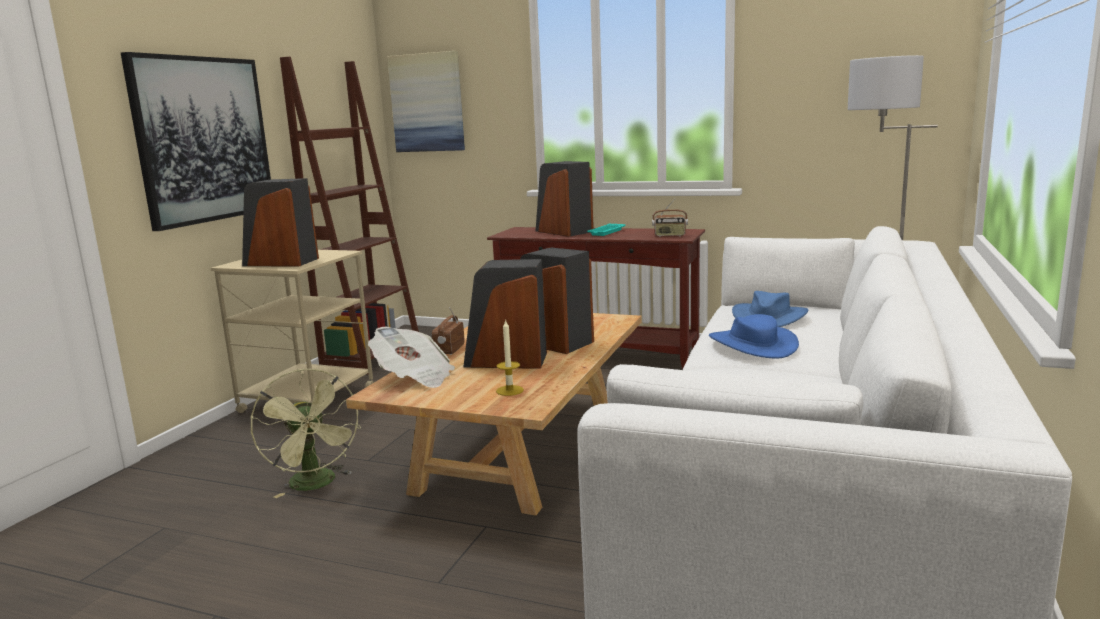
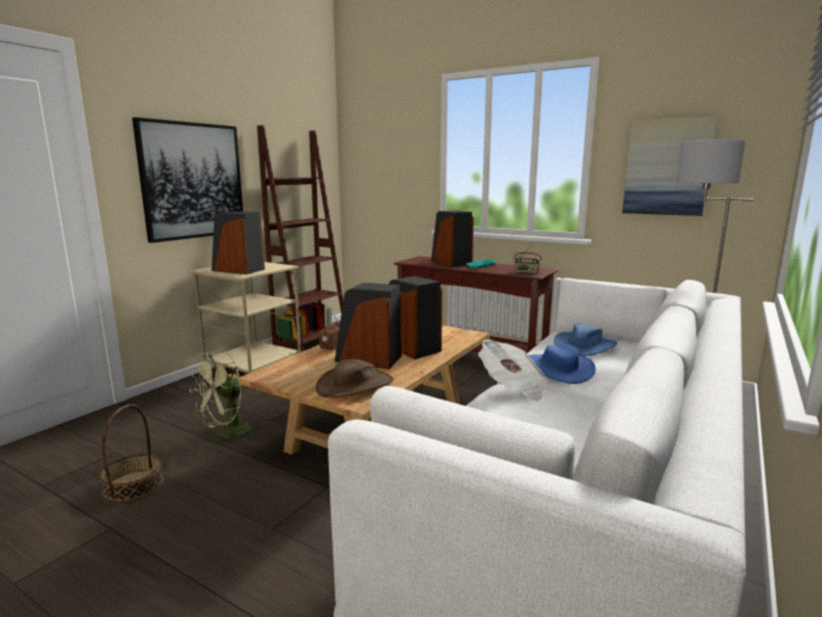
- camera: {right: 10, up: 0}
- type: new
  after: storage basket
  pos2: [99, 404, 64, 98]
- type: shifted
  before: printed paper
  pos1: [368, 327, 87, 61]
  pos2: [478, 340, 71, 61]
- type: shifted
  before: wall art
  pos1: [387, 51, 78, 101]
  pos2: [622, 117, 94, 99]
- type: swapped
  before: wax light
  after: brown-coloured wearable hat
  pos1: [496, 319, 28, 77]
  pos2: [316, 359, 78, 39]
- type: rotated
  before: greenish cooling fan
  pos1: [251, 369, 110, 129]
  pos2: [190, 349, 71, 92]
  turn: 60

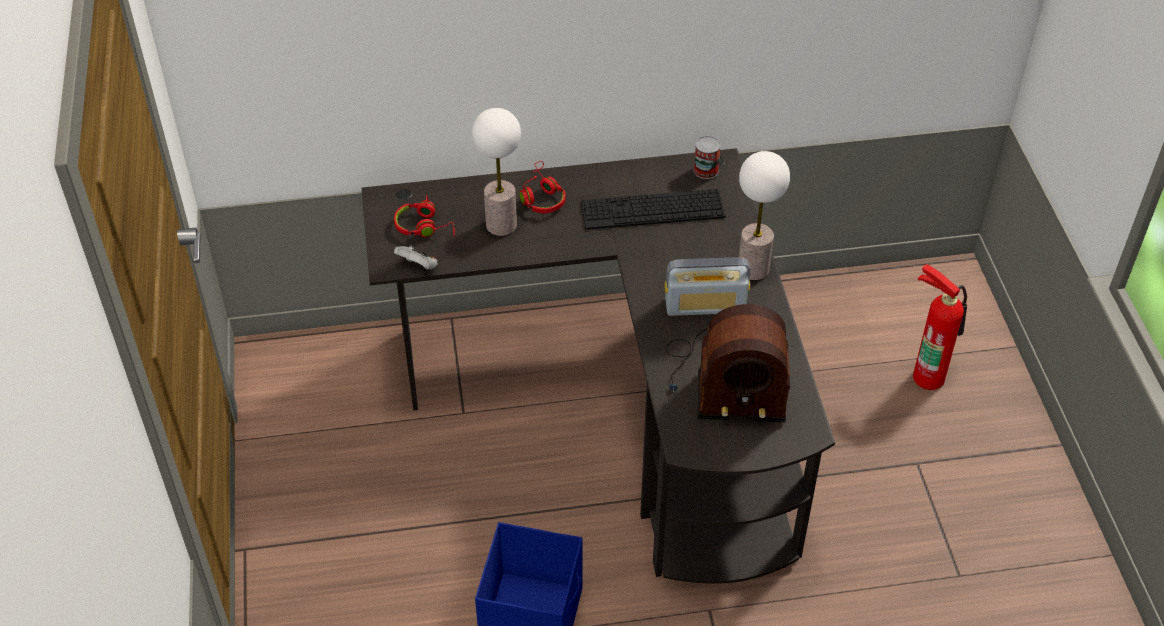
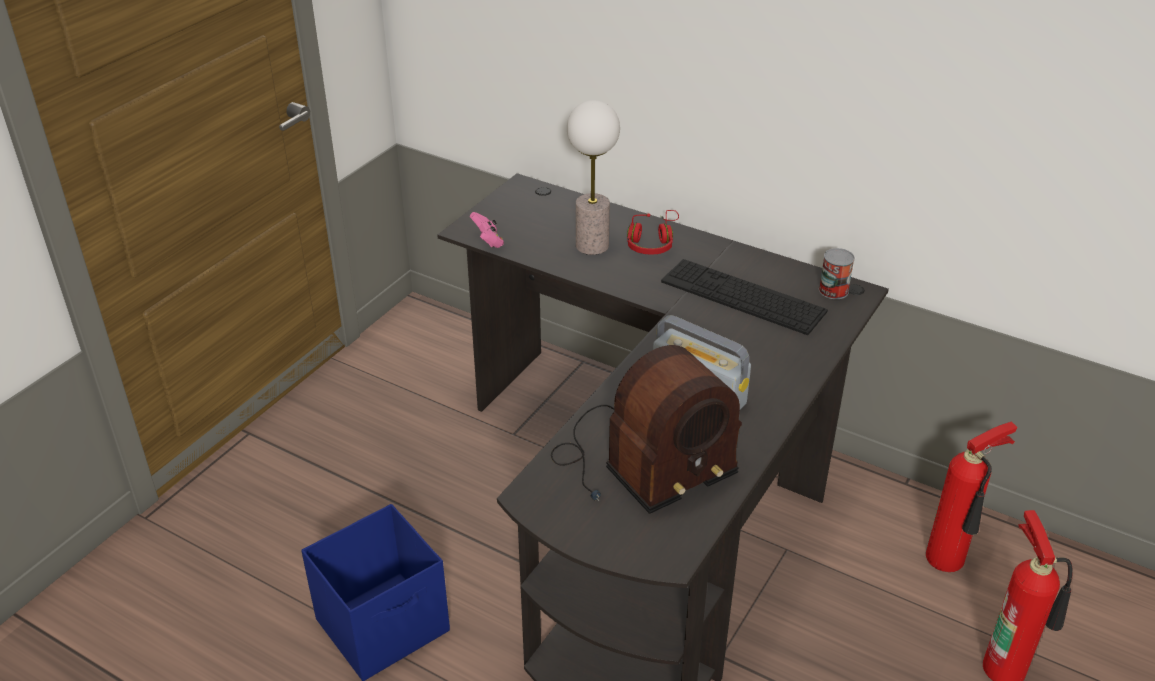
- camera: {right: 40, up: -10}
- type: gone
  before: red-coloured pair of headphones
  pos1: [394, 195, 61, 42]
- type: gone
  before: lamp for a table
  pos1: [738, 151, 52, 129]
- type: new
  after: fire extinguisher
  pos2: [926, 422, 92, 150]
- type: repainted
  before: whitish gamepad
  after: pinkish gamepad
  pos1: [394, 245, 44, 25]
  pos2: [470, 212, 34, 36]
- type: rotated
  before: radio receiver
  pos1: [666, 304, 124, 118]
  pos2: [551, 345, 191, 169]
  turn: -75

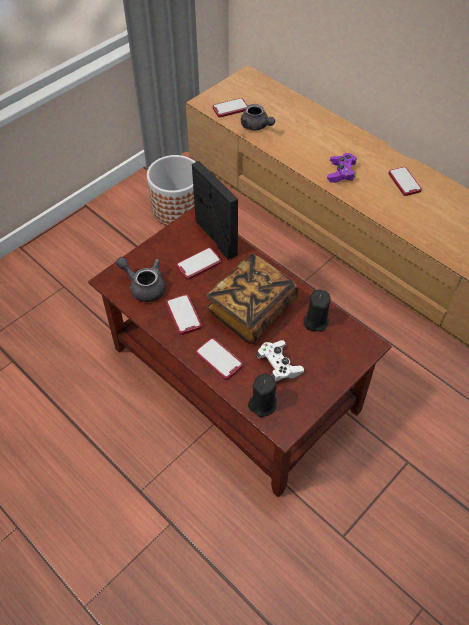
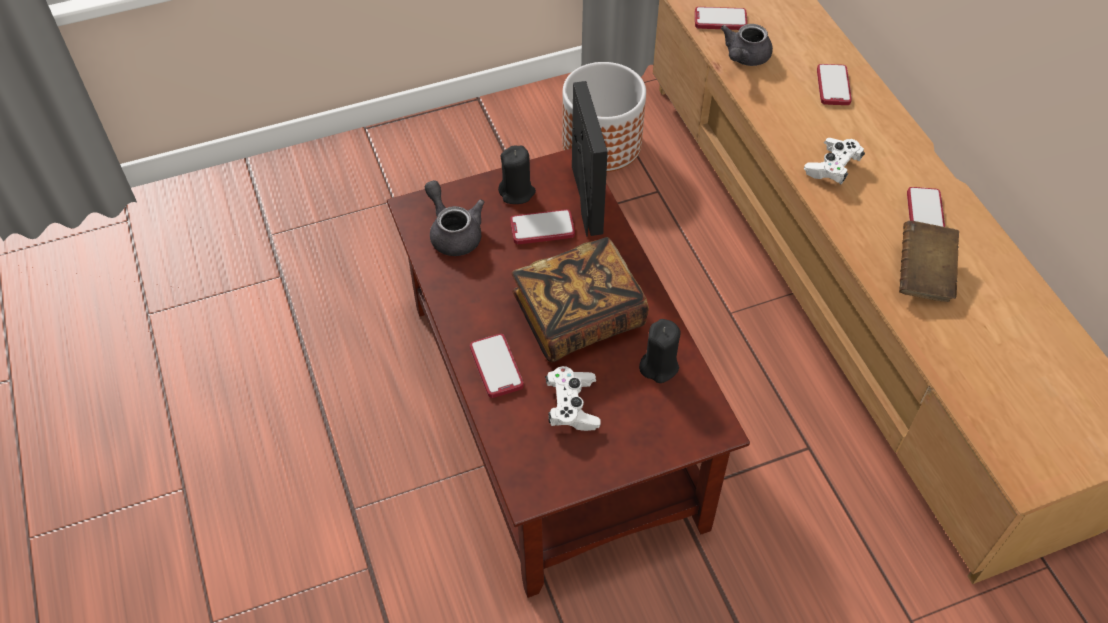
- camera: {right: 25, up: 0}
- type: new
  after: brown-coloured volume
  pos2: [899, 221, 60, 81]
- type: shifted
  before: phone
  pos1: [166, 294, 36, 41]
  pos2: [817, 64, 35, 41]
- type: shifted
  before: black wax light
  pos1: [248, 373, 29, 44]
  pos2: [498, 145, 38, 59]
- type: repainted
  before: purplish gamepad
  after: whitish gamepad
  pos1: [327, 153, 30, 30]
  pos2: [804, 138, 61, 46]
- type: rotated
  before: grey pot for tea
  pos1: [241, 104, 34, 27]
  pos2: [721, 24, 52, 42]
  turn: 45

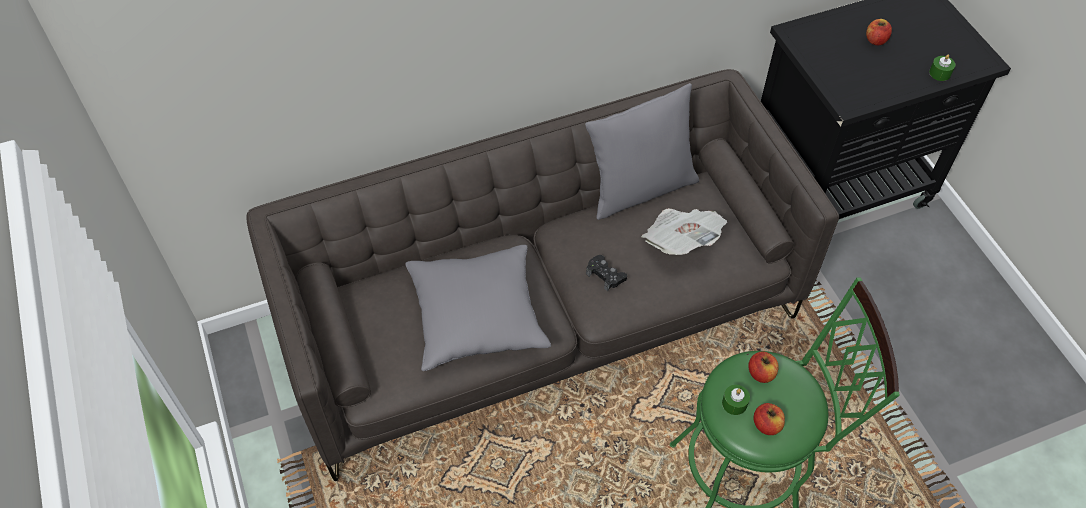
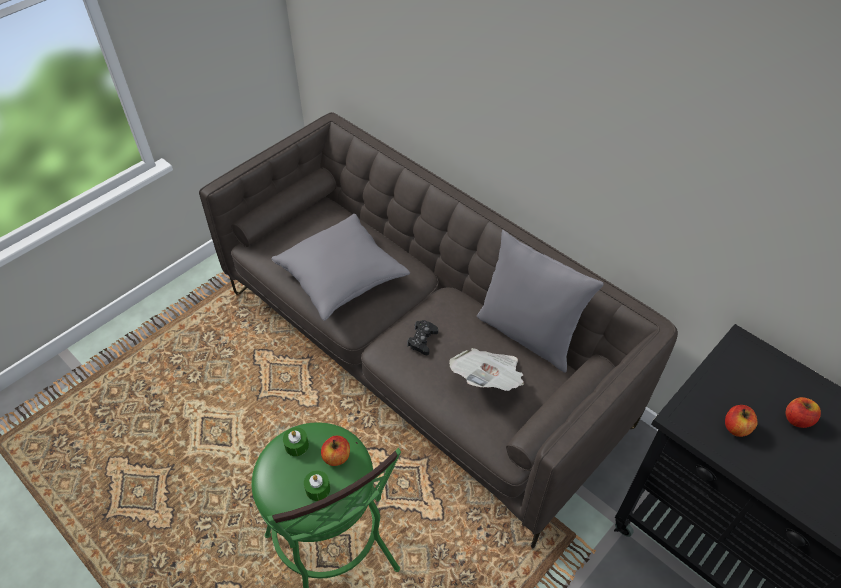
- camera: {right: 65, up: -5}
- type: shifted
  before: apple
  pos1: [753, 403, 32, 32]
  pos2: [725, 405, 33, 32]
- type: shifted
  before: greenish wax light
  pos1: [929, 55, 26, 26]
  pos2: [304, 471, 26, 30]

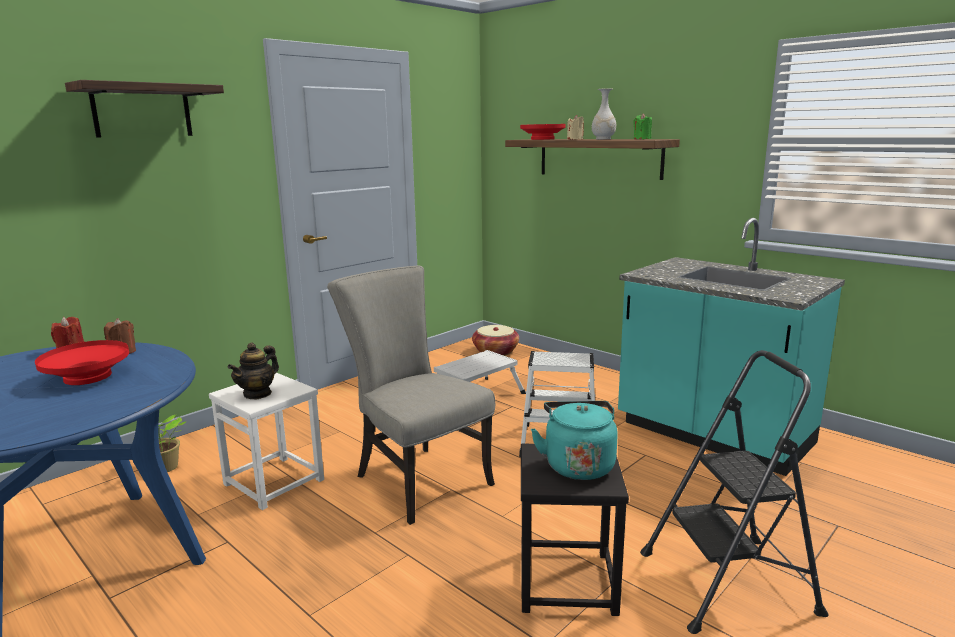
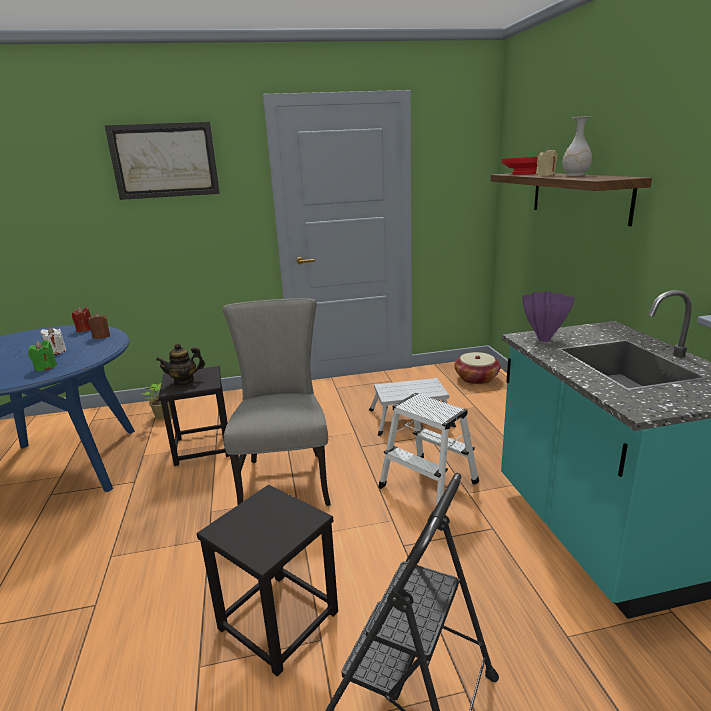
- camera: {right: 35, up: 5}
- type: gone
  before: blue-green water kettle
  pos1: [531, 401, 87, 79]
- type: new
  after: purplish flower vase
  pos2: [522, 291, 53, 51]
- type: shifted
  before: greenish wax light
  pos1: [633, 113, 19, 26]
  pos2: [28, 340, 29, 31]
- type: swapped
  before: red-coloured serving bowl
  after: whitish wax light
  pos1: [35, 340, 94, 45]
  pos2: [41, 327, 25, 28]
- type: swapped
  before: wall shelf
  after: wall art
  pos1: [65, 80, 159, 57]
  pos2: [105, 122, 115, 78]
- type: repainted
  before: whitish stool
  after: black stool
  pos1: [209, 373, 115, 137]
  pos2: [159, 366, 71, 100]

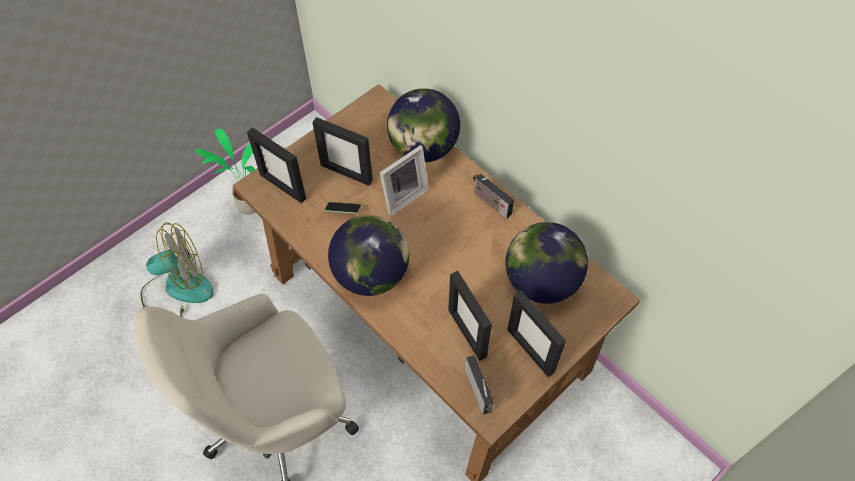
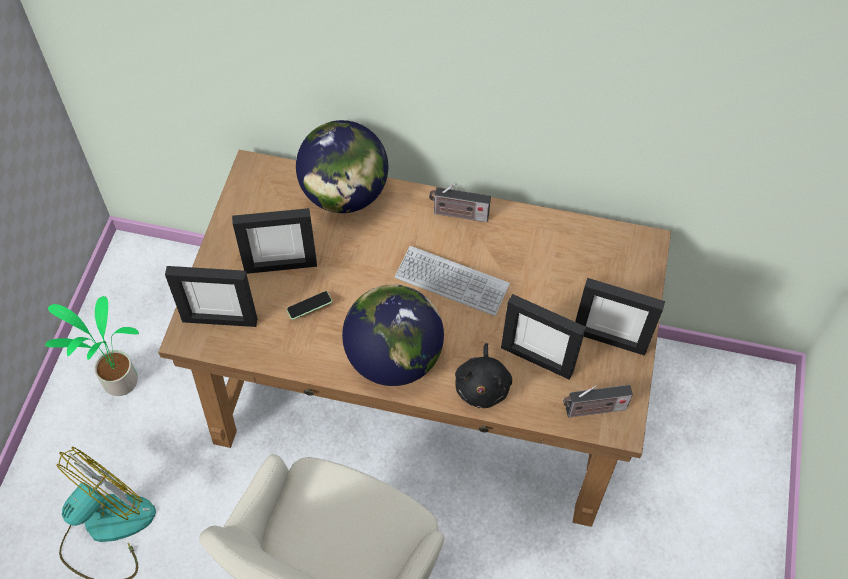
- camera: {right: -35, up: 0}
- type: gone
  before: photo frame
  pos1: [380, 145, 49, 71]
- type: gone
  before: world globe
  pos1: [505, 222, 83, 82]
- type: new
  after: keyboard
  pos2: [395, 246, 115, 70]
- type: new
  after: black cuddly toy
  pos2: [455, 343, 57, 65]
- type: rotated
  before: radio receiver
  pos1: [465, 355, 29, 60]
  pos2: [563, 385, 70, 33]
  turn: 135

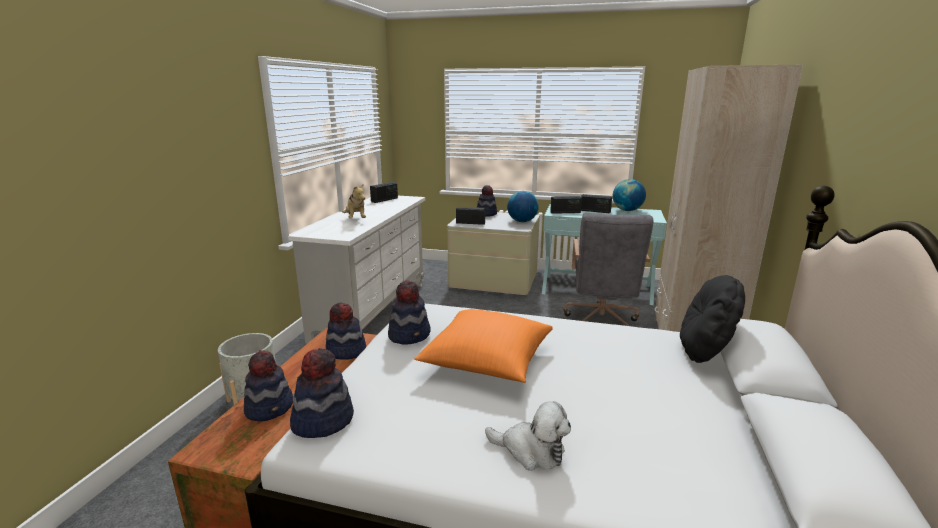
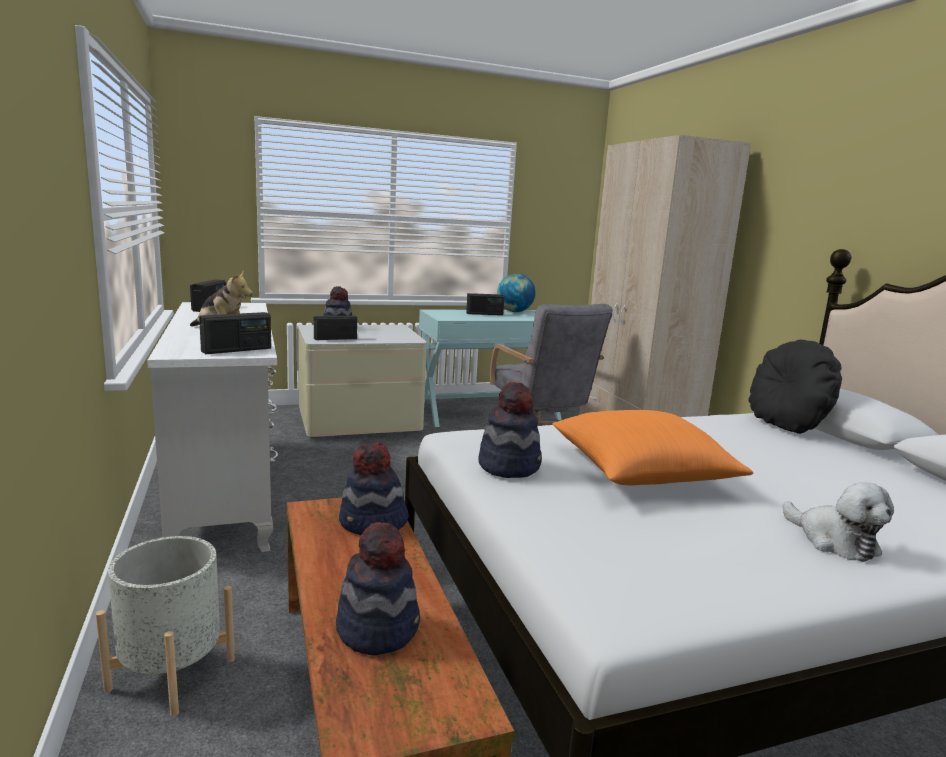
- camera: {right: -35, up: -5}
- type: gone
  before: wearable hat
  pos1: [290, 348, 64, 90]
- type: gone
  before: world globe
  pos1: [507, 191, 32, 31]
- type: shifted
  before: radio receiver
  pos1: [550, 196, 32, 18]
  pos2: [199, 312, 72, 42]
- type: rotated
  before: cuddly toy
  pos1: [485, 401, 86, 70]
  pos2: [783, 482, 111, 80]
  turn: 75

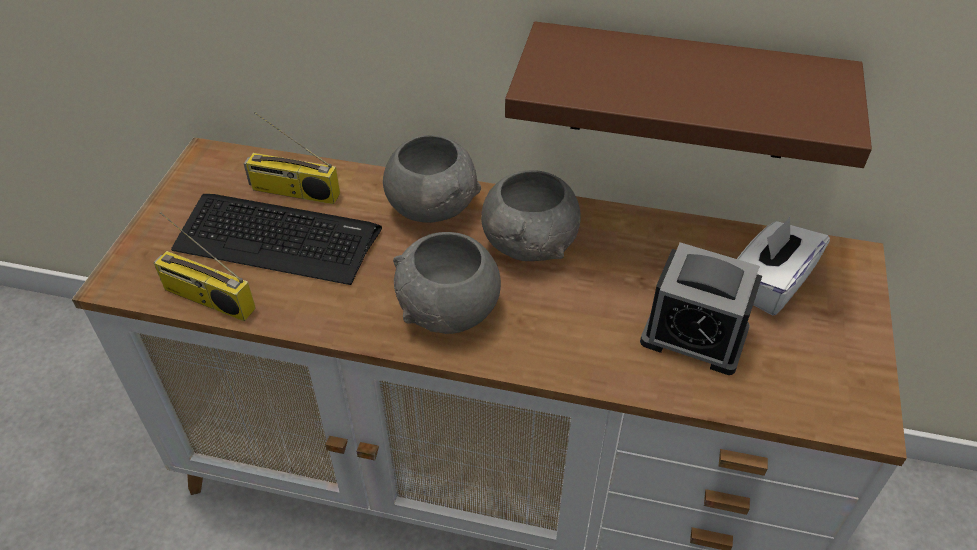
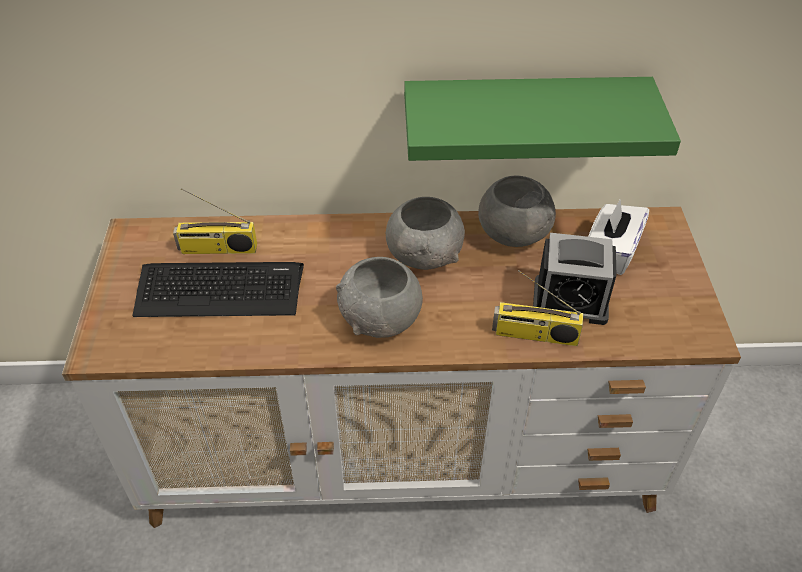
- camera: {right: -15, up: 0}
- type: shifted
  before: radio receiver
  pos1: [153, 212, 103, 109]
  pos2: [492, 270, 91, 76]
- type: shifted
  before: grey serving bowl
  pos1: [383, 135, 98, 88]
  pos2: [478, 176, 78, 71]
- type: repainted
  before: brown-coloured wall shelf
  after: greenish wall shelf
  pos1: [505, 21, 367, 147]
  pos2: [404, 77, 277, 84]

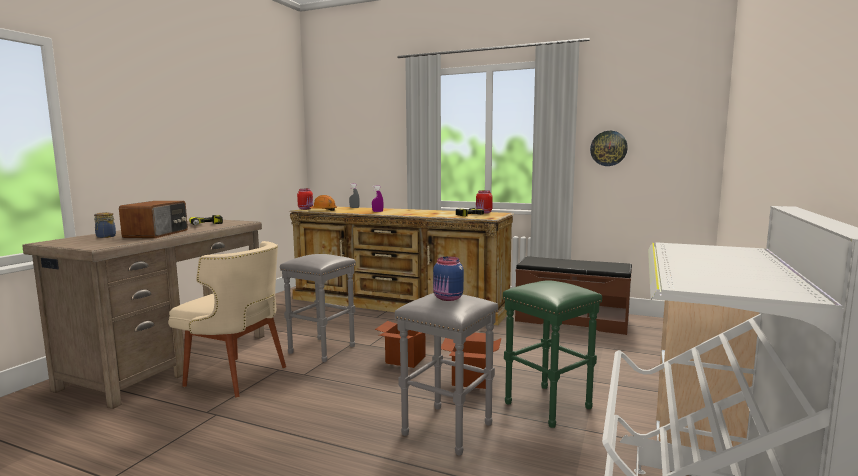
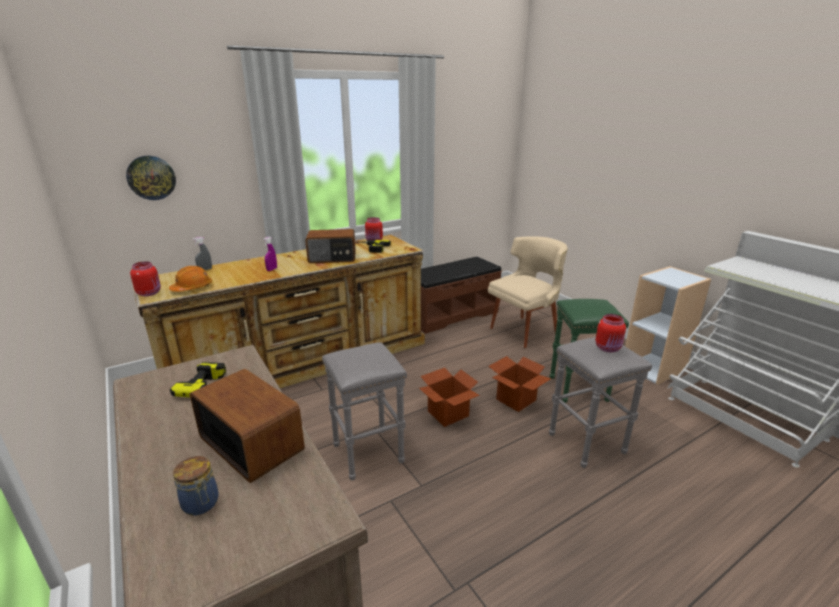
- camera: {right: -55, up: 15}
- type: new
  after: radio receiver
  pos2: [305, 229, 51, 34]
- type: shifted
  before: beige-coloured plain chair
  pos1: [168, 241, 118, 157]
  pos2: [488, 236, 80, 112]
- type: shifted
  before: hanging clock
  pos1: [590, 131, 38, 35]
  pos2: [126, 156, 50, 44]
- type: repainted
  before: blue-coloured storage jar
  after: red-coloured storage jar
  pos1: [433, 257, 31, 44]
  pos2: [595, 314, 31, 38]

